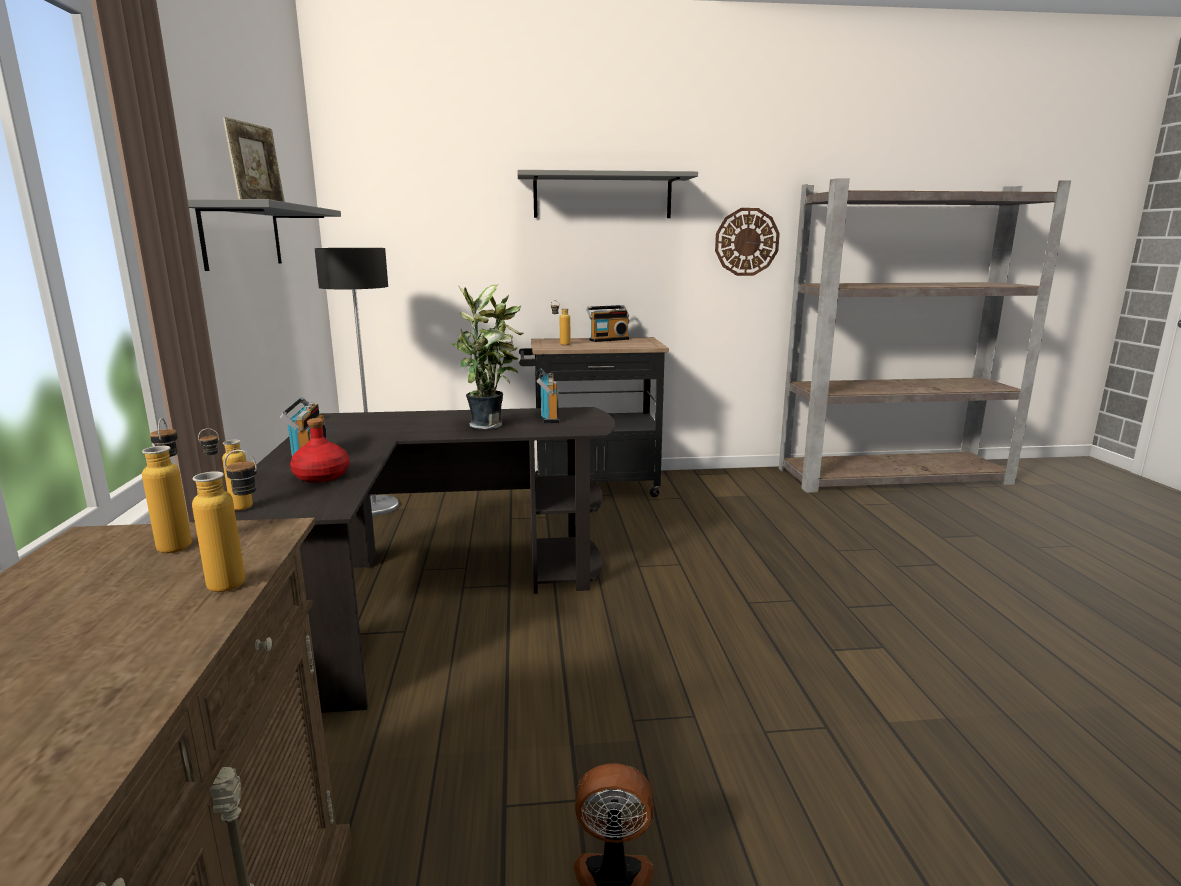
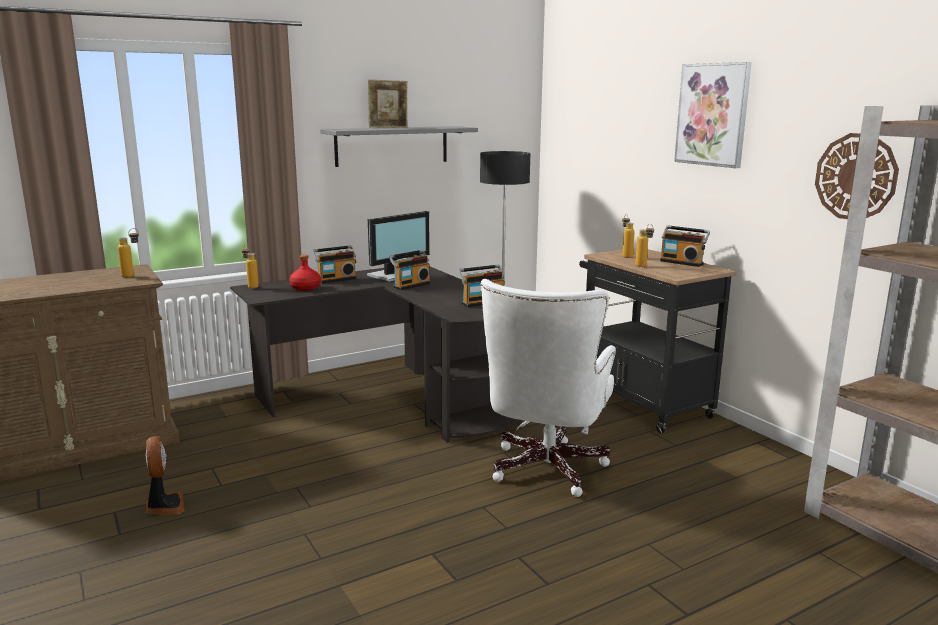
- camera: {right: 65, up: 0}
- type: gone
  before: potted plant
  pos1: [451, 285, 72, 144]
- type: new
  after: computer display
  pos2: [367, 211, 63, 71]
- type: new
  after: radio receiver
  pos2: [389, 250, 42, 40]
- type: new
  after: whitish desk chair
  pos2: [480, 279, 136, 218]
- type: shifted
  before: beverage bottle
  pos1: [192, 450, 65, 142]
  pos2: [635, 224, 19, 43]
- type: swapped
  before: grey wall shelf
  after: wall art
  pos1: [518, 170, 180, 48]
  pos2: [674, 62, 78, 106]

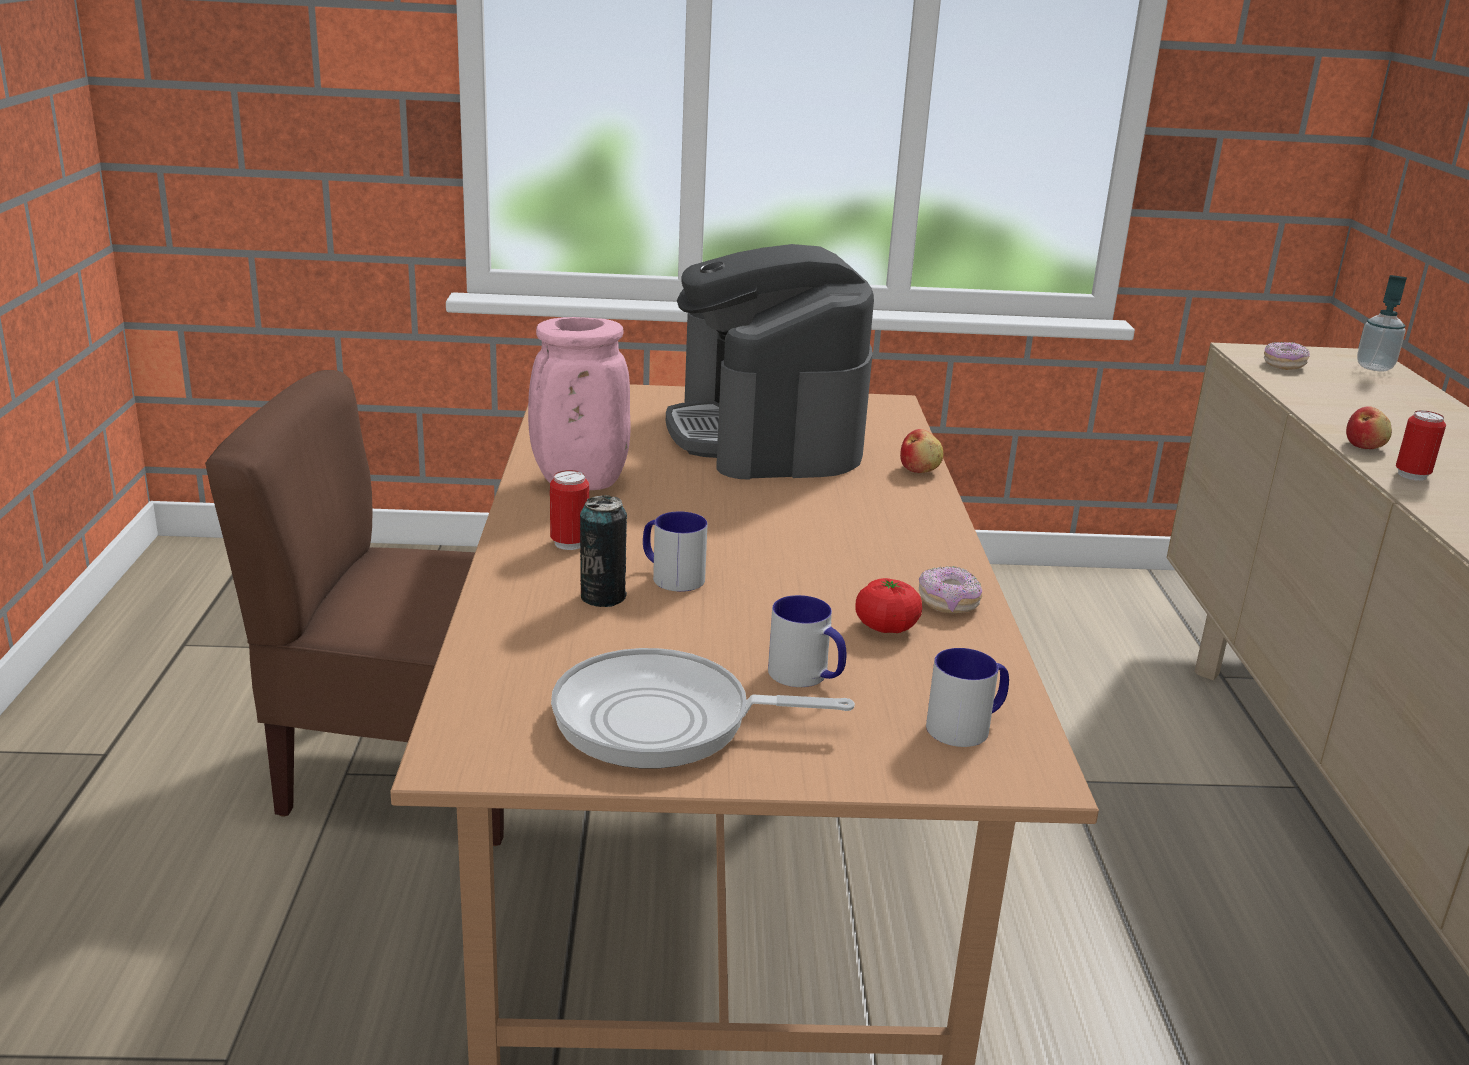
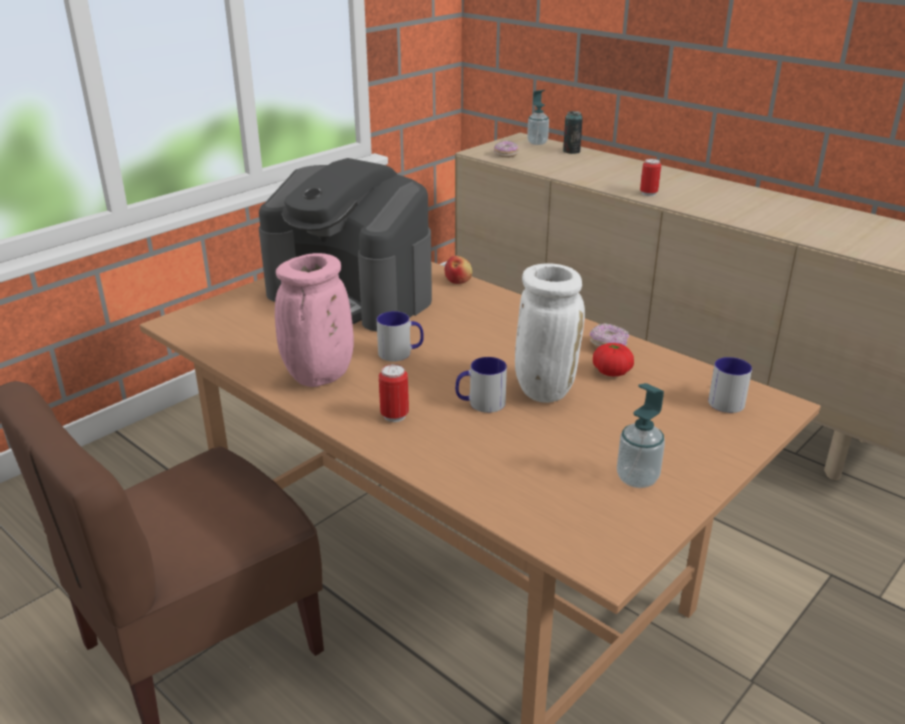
- camera: {right: -45, up: 5}
- type: gone
  before: apple
  pos1: [1346, 406, 46, 43]
- type: new
  after: whitish flower vase
  pos2: [515, 263, 70, 140]
- type: shifted
  before: sealed can
  pos1: [580, 495, 47, 112]
  pos2: [563, 111, 20, 43]
- type: shifted
  before: coffee mug
  pos1: [768, 595, 78, 92]
  pos2: [377, 311, 47, 50]
- type: swapped
  before: skillet
  after: soap bottle
  pos1: [551, 648, 304, 121]
  pos2: [617, 383, 48, 105]

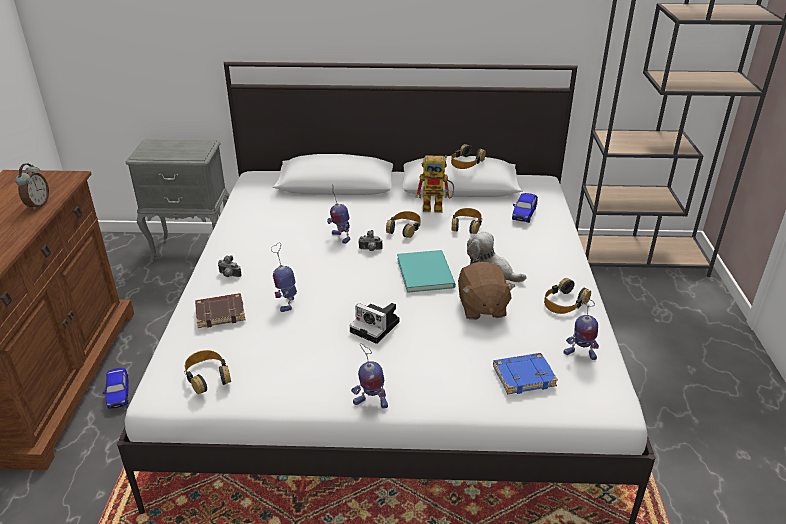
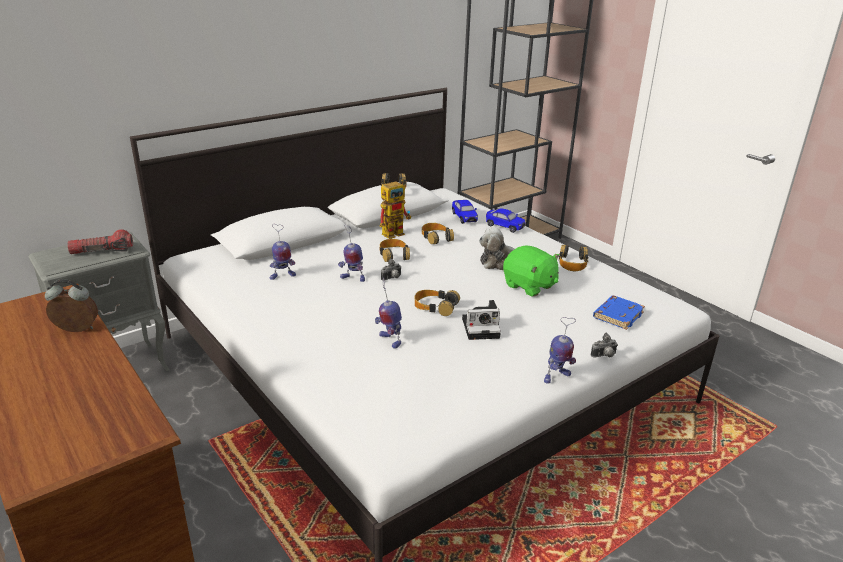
- camera: {right: -40, up: -5}
- type: gone
  before: brown-coloured volume
  pos1: [195, 293, 51, 35]
- type: gone
  before: blue-green volume
  pos1: [397, 250, 59, 43]
- type: new
  after: flashlight
  pos2: [67, 229, 66, 25]
- type: shifted
  before: toy car
  pos1: [103, 368, 26, 41]
  pos2: [486, 208, 40, 25]
- type: shifted
  before: pair of headphones
  pos1: [184, 350, 47, 44]
  pos2: [415, 290, 45, 26]
- type: shifted
  before: still camera
  pos1: [218, 255, 24, 22]
  pos2: [591, 333, 27, 24]
- type: shifted
  before: robot figure
  pos1: [563, 296, 36, 64]
  pos2: [270, 224, 26, 56]
- type: repainted
  before: brown-coloured cuddly toy
  after: greenish cuddly toy
  pos1: [458, 262, 57, 58]
  pos2: [503, 245, 56, 52]
- type: rotated
  before: alarm clock
  pos1: [15, 163, 34, 47]
  pos2: [45, 279, 53, 53]
  turn: -60

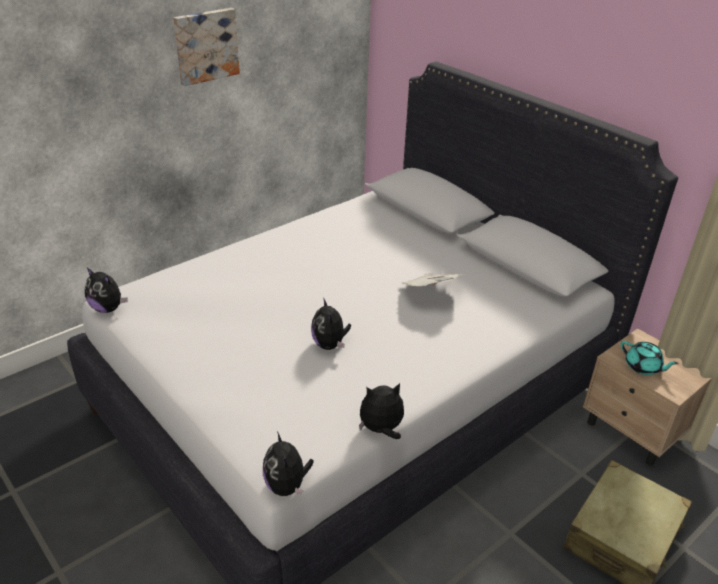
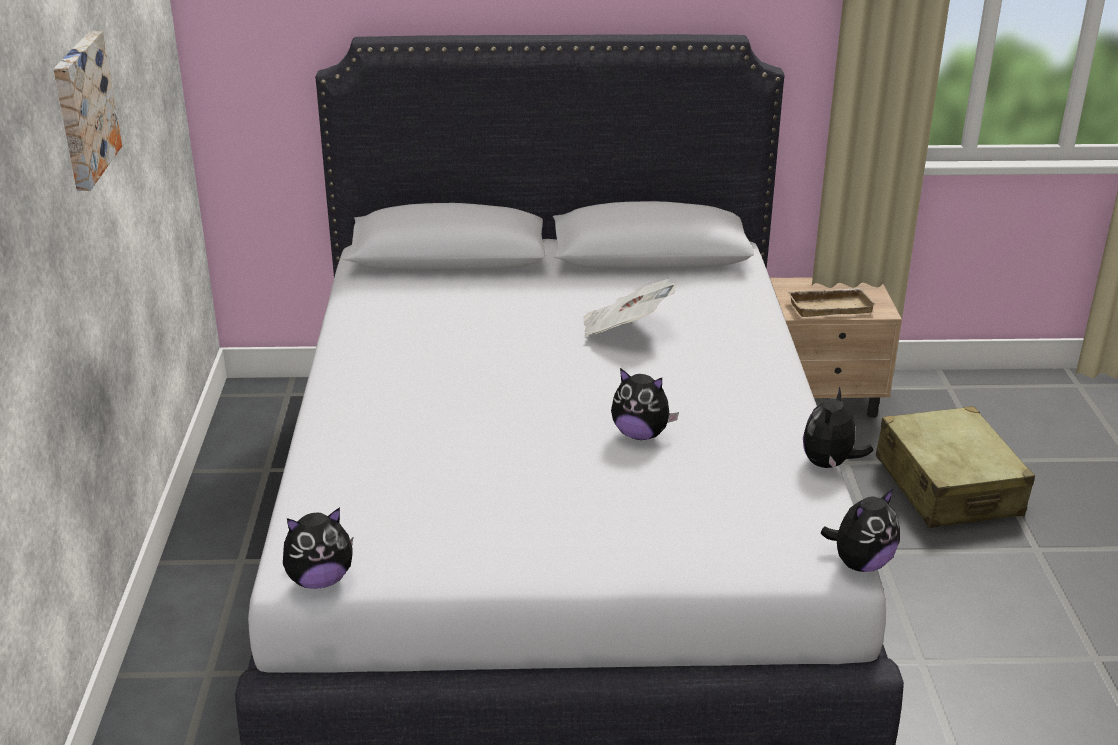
- camera: {right: -50, up: -5}
- type: swapped
  before: blue-green pot for tea
  after: beige-coloured carrying tray
  pos1: [621, 341, 58, 34]
  pos2: [787, 288, 89, 29]
- type: rotated
  before: cuddly toy
  pos1: [263, 432, 51, 64]
  pos2: [821, 488, 79, 84]
  turn: -60

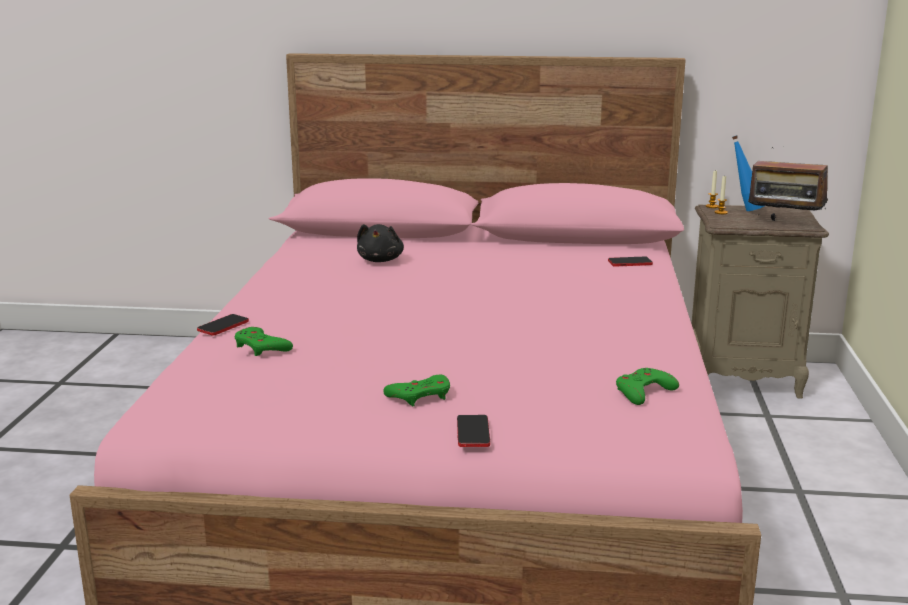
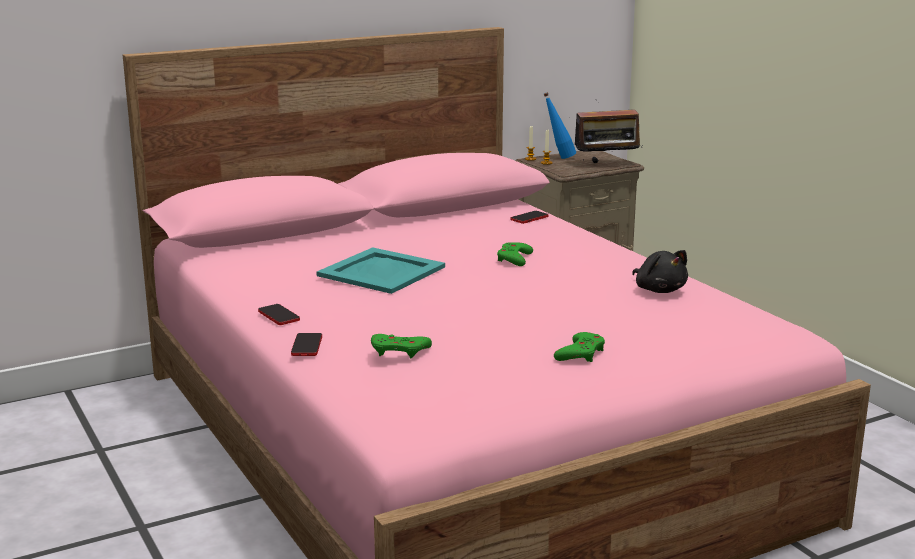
- camera: {right: -35, up: 0}
- type: new
  after: blue-green carrying tray
  pos2: [317, 247, 128, 47]
- type: shifted
  before: black cuddly toy
  pos1: [357, 224, 47, 38]
  pos2: [632, 250, 56, 43]
- type: shifted
  before: phone
  pos1: [457, 415, 33, 32]
  pos2: [258, 304, 42, 21]
- type: shifted
  before: greenish gamepad
  pos1: [616, 368, 63, 37]
  pos2: [497, 242, 36, 24]

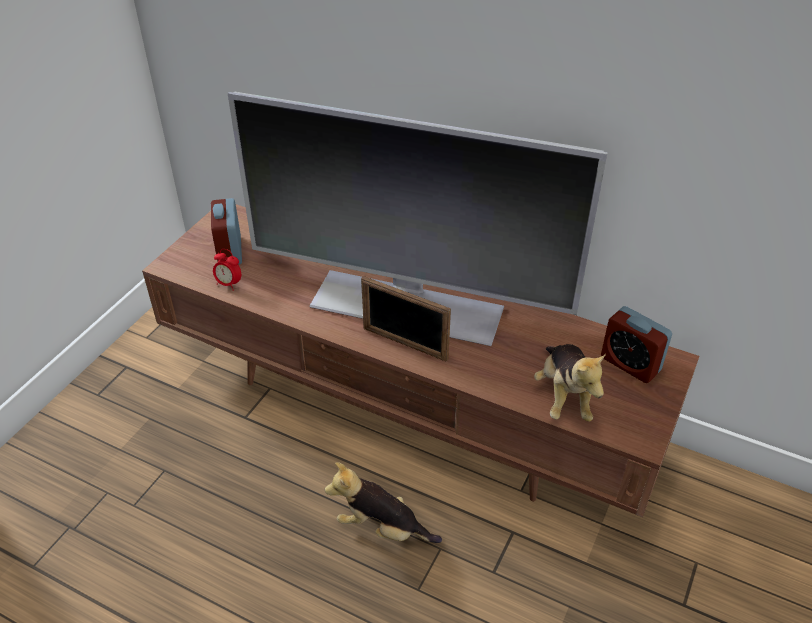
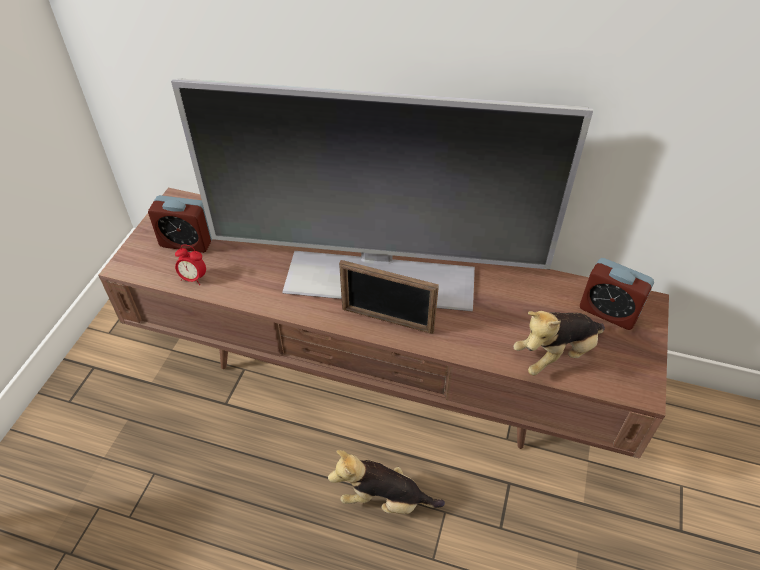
- camera: {right: -10, up: 5}
- type: rotated
  before: alarm clock
  pos1: [211, 198, 31, 66]
  pos2: [148, 195, 64, 58]
  turn: -60
- type: rotated
  before: cuddly toy
  pos1: [534, 344, 72, 77]
  pos2: [513, 311, 92, 65]
  turn: 75

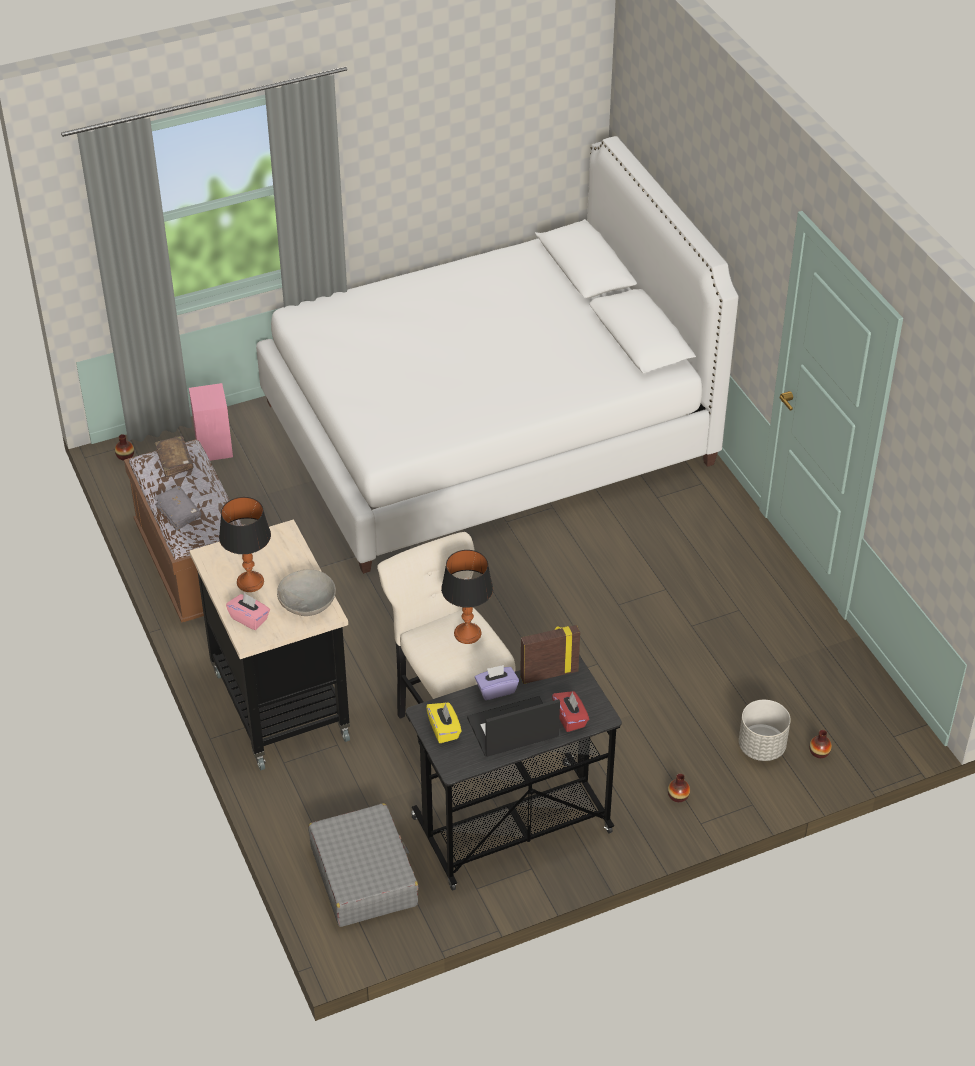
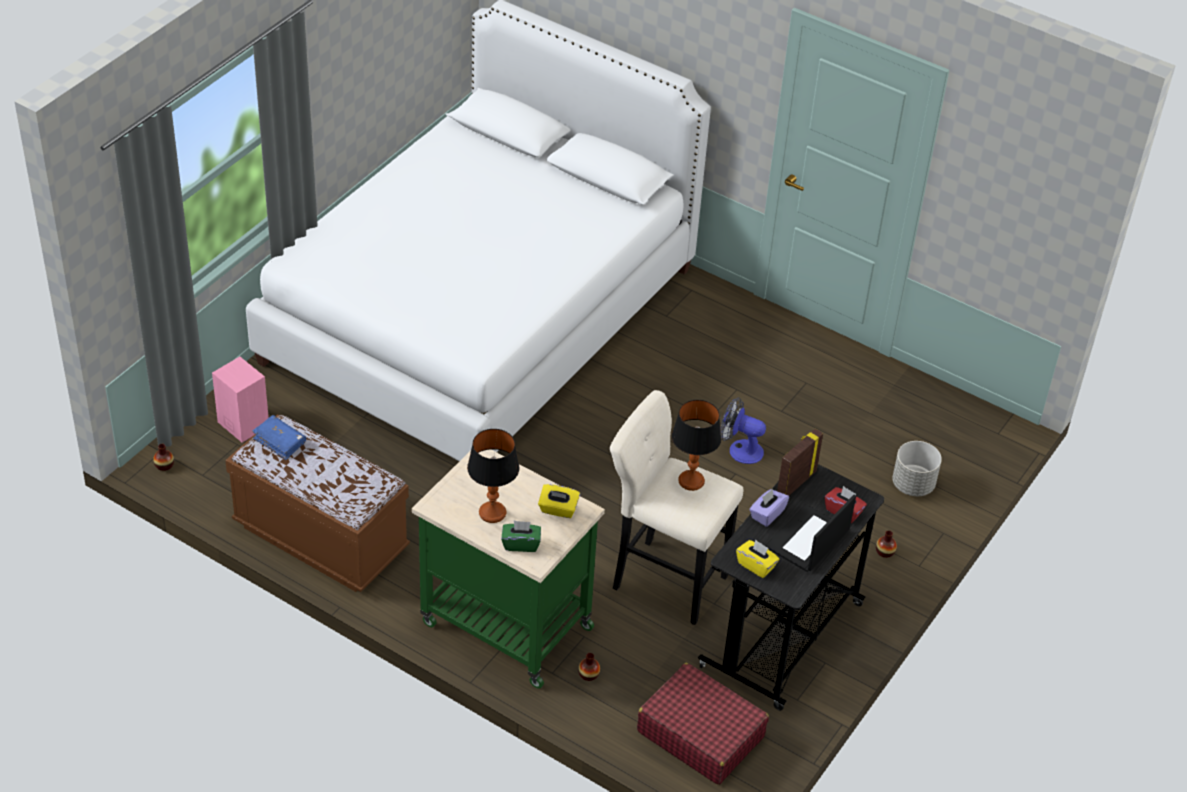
- camera: {right: -35, up: 0}
- type: gone
  before: grey volume
  pos1: [154, 486, 47, 45]
- type: new
  after: cooling fan
  pos2: [720, 397, 46, 67]
- type: shifted
  before: flower vase
  pos1: [809, 730, 23, 28]
  pos2: [578, 653, 22, 28]
- type: swapped
  before: grey serving bowl
  after: yellow-coloured tissue box
  pos1: [277, 570, 59, 46]
  pos2: [538, 484, 42, 34]
- type: repainted
  before: brown-coloured volume
  after: blue-coloured volume
  pos1: [155, 436, 39, 42]
  pos2: [252, 415, 54, 45]
- type: repainted
  before: black cart
  after: greenish cart
  pos1: [190, 519, 160, 251]
  pos2: [412, 450, 193, 239]
- type: repainted
  before: pinkish tissue box
  after: greenish tissue box
  pos1: [226, 593, 44, 37]
  pos2: [501, 520, 40, 32]
- type: repainted
  before: grey travel case
  after: red-coloured travel case
  pos1: [308, 803, 111, 124]
  pos2: [637, 663, 132, 122]

